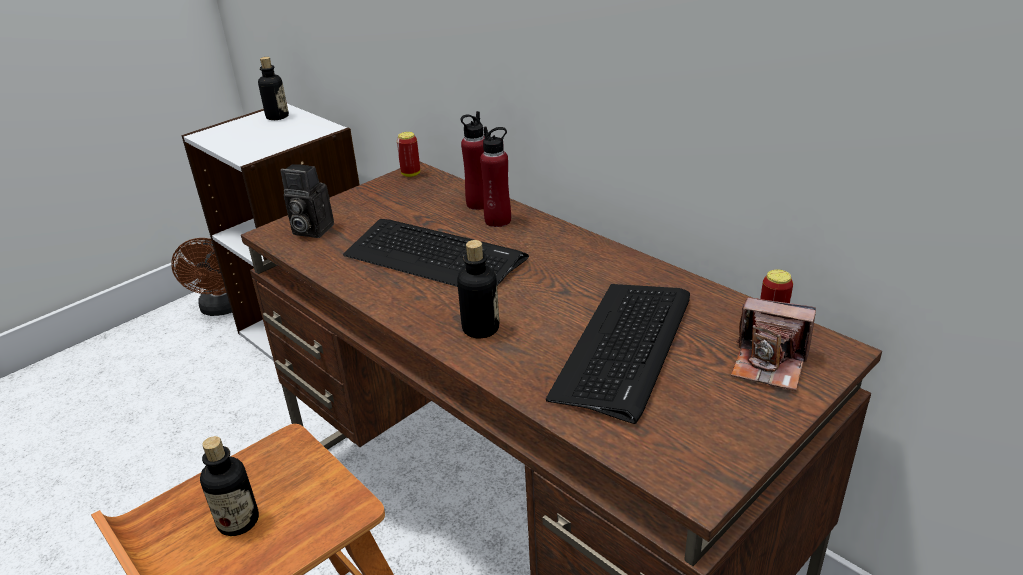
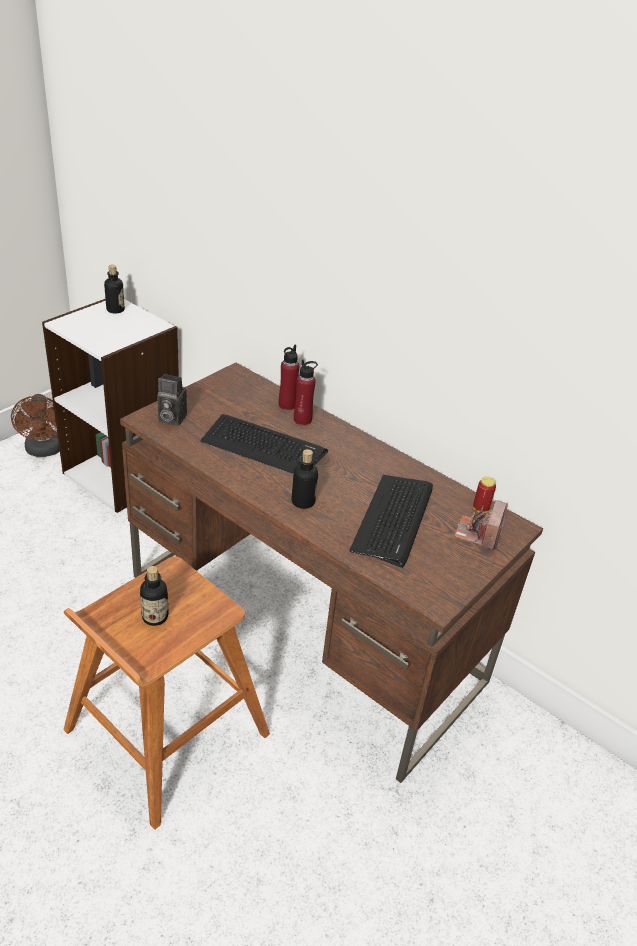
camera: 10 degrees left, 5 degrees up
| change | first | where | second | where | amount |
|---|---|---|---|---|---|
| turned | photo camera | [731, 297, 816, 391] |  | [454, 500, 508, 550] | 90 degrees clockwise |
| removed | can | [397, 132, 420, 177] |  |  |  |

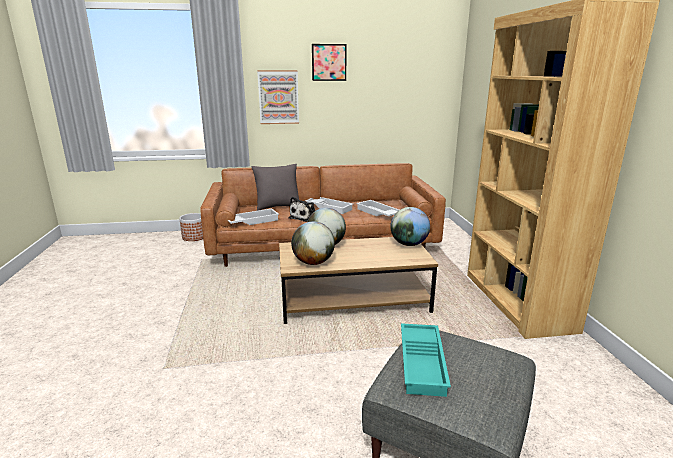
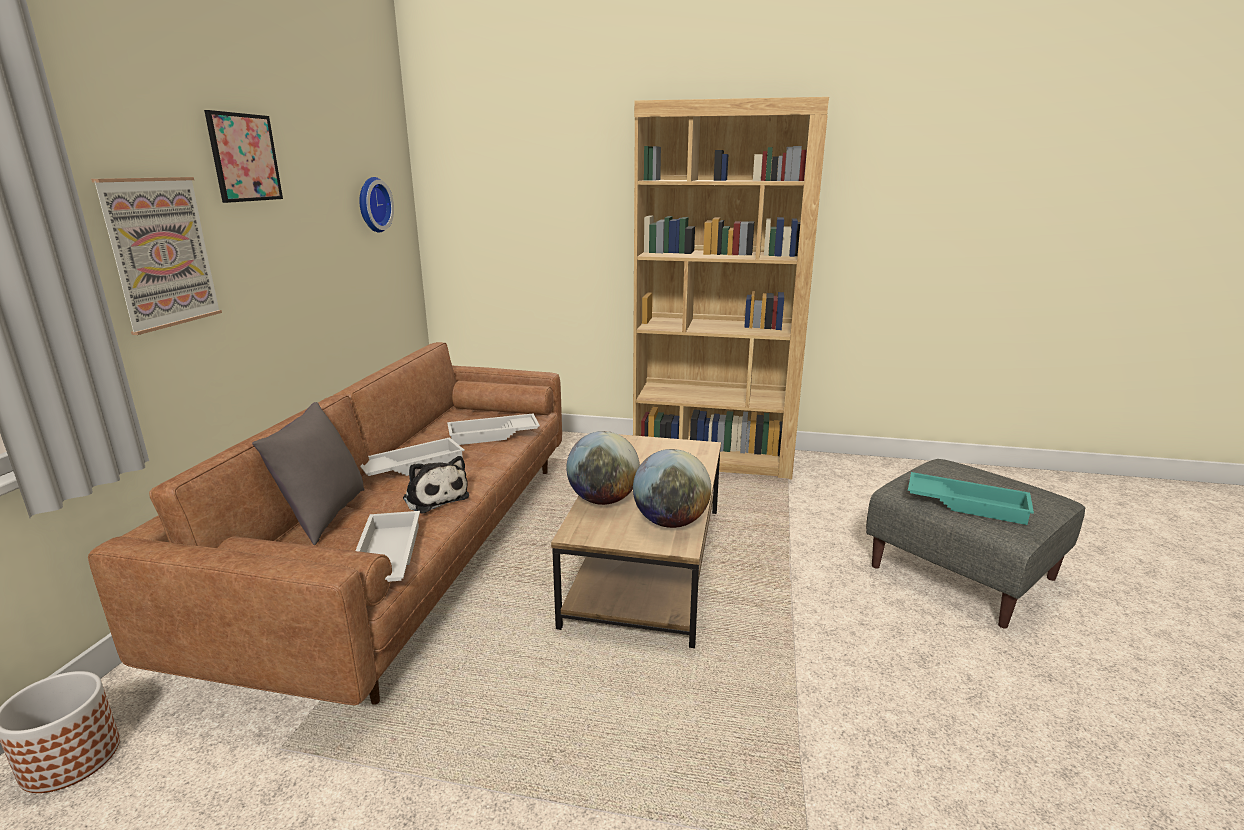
camera: 70 degrees left, 0 degrees up
| change | first | where | second | where | amount |
|---|---|---|---|---|---|
| added |  |  | wall clock | [359, 177, 394, 233] |  |
| removed | globe | [390, 207, 430, 246] |  |  |  |

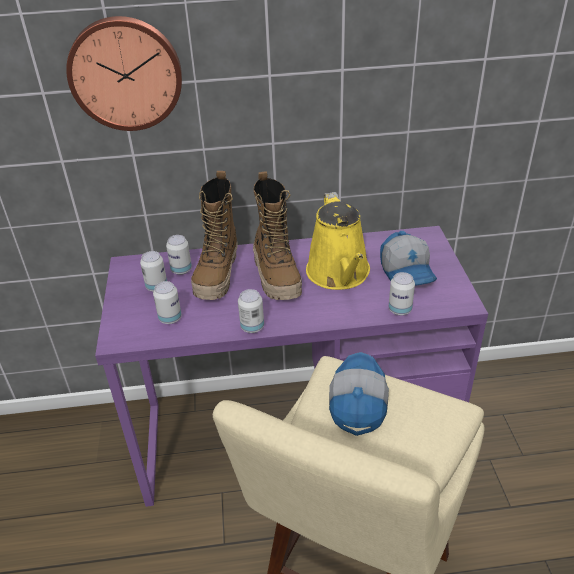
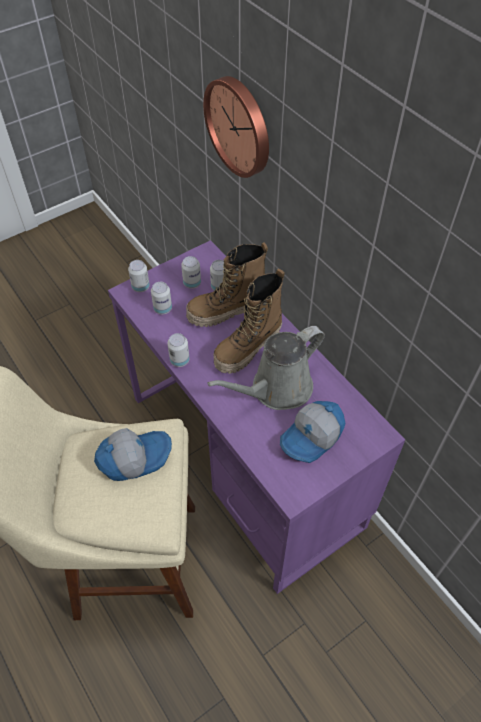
camera: 60 degrees right, 15 degrees up
| change | first | where | second | where | amount |
|---|---|---|---|---|---|
| moved | can | [389, 272, 415, 315] |  | [128, 260, 150, 292] |  |
| recoloured | watering can (yellow) | [306, 192, 370, 290] | watering can (grey) | [208, 326, 325, 410] |  |

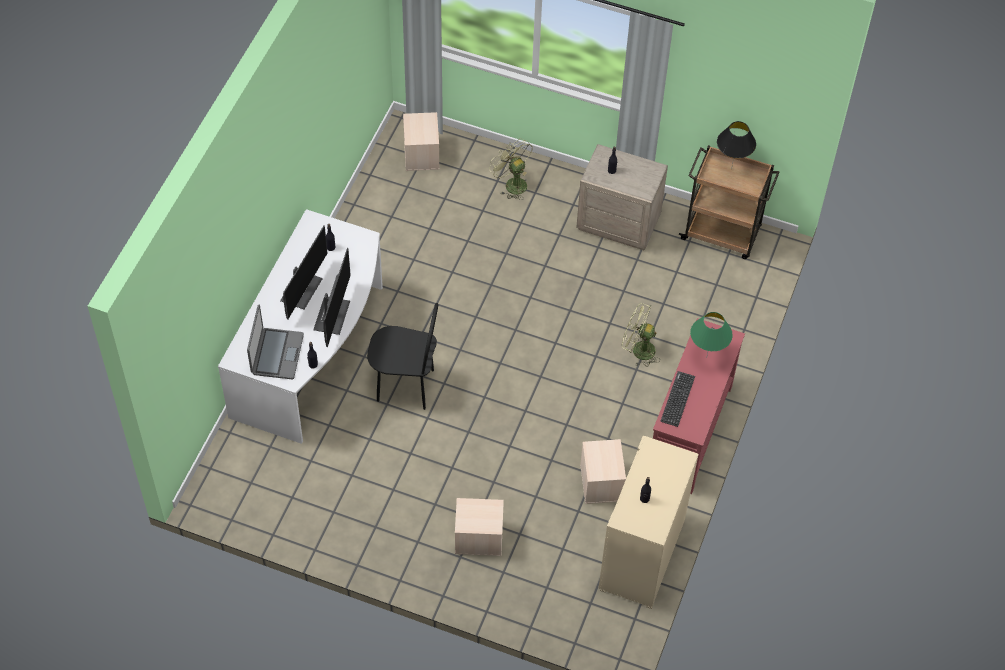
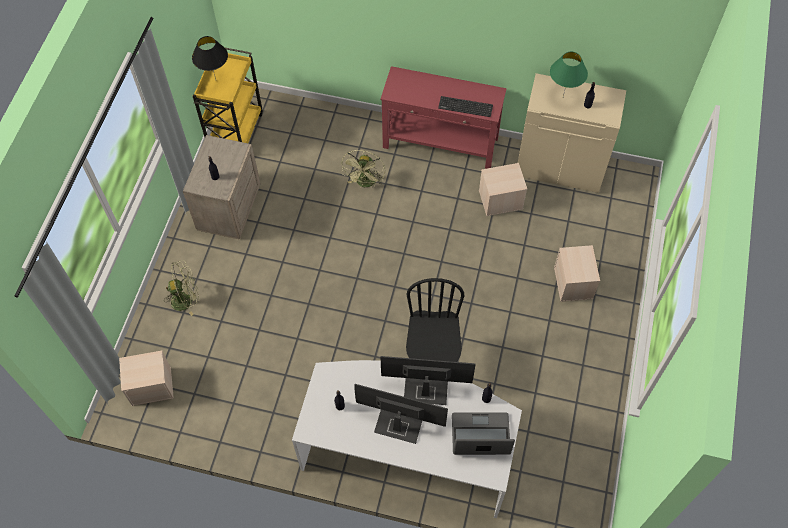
camera: 95 degrees left, 5 degrees up
| change | first | where | second | where | amount |
|---|---|---|---|---|---|
| turned | fan (green) | [489, 138, 533, 200] |  | [166, 260, 199, 316] | 150 degrees counterclockwise |
| recoloured | cart (brown) | [679, 145, 779, 259] | cart (yellow) | [193, 48, 263, 143] |  |
| moved | table lamp (green) | [690, 312, 733, 358] |  | [550, 52, 588, 97] |  |

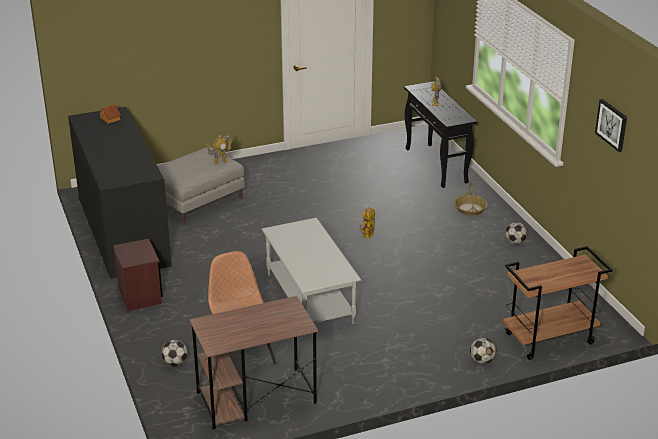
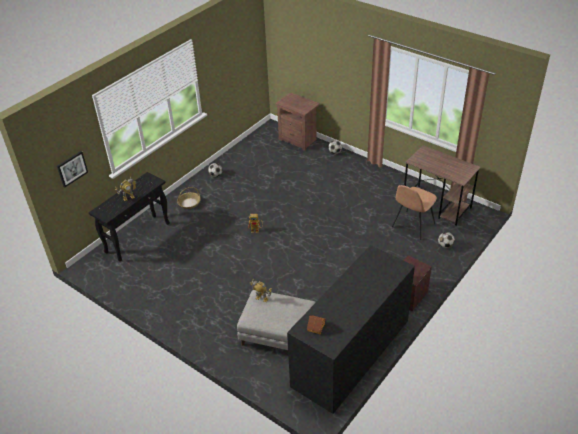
camera: 120 degrees left, 10 degrees up
| change | first | where | second | where | amount |
|---|---|---|---|---|---|
| moved | picture | [595, 99, 627, 152] |  | [57, 151, 88, 187] |  |
| replaced | cart (brown) | [503, 246, 613, 360] | nightstand (brown) | [275, 92, 320, 151] |  |
| removed | coffee table (grey) | [261, 218, 361, 324] |  |  |  |

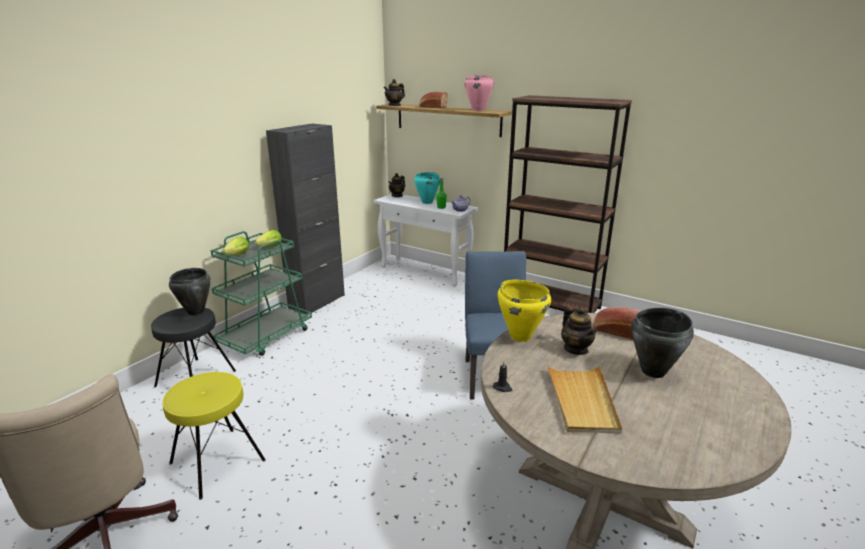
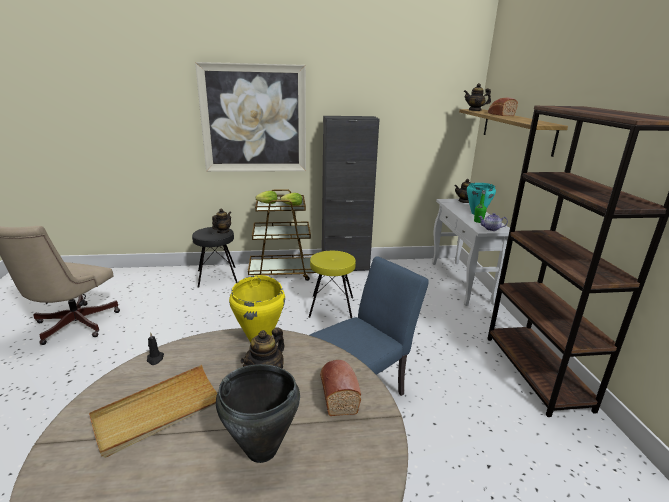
camera: 50 degrees right, 0 degrees up
| change | first | where | second | where | amount |
|---|---|---|---|---|---|
| added |  |  | picture | [195, 62, 306, 172] |  |
| replaced | cooking pot (black) | [169, 268, 211, 315] | teapot | [212, 208, 231, 233] |  |
| recoloured | cart (green) | [211, 231, 312, 356] | cart (brown) | [248, 189, 316, 281] |  |
| moved | stool (yellow) | [162, 372, 266, 500] |  | [309, 251, 356, 318] |  |
| removed | cooking pot (pink) | [465, 75, 494, 111] |  |  |  |

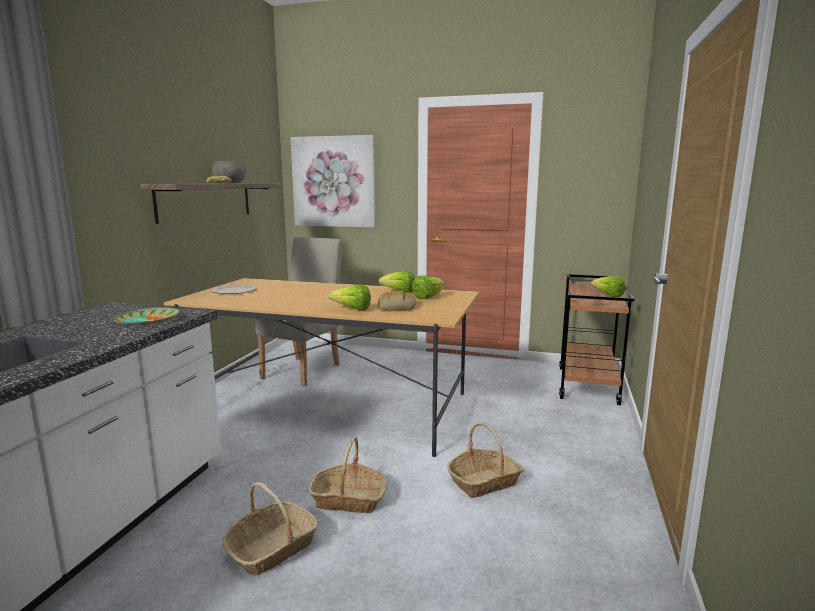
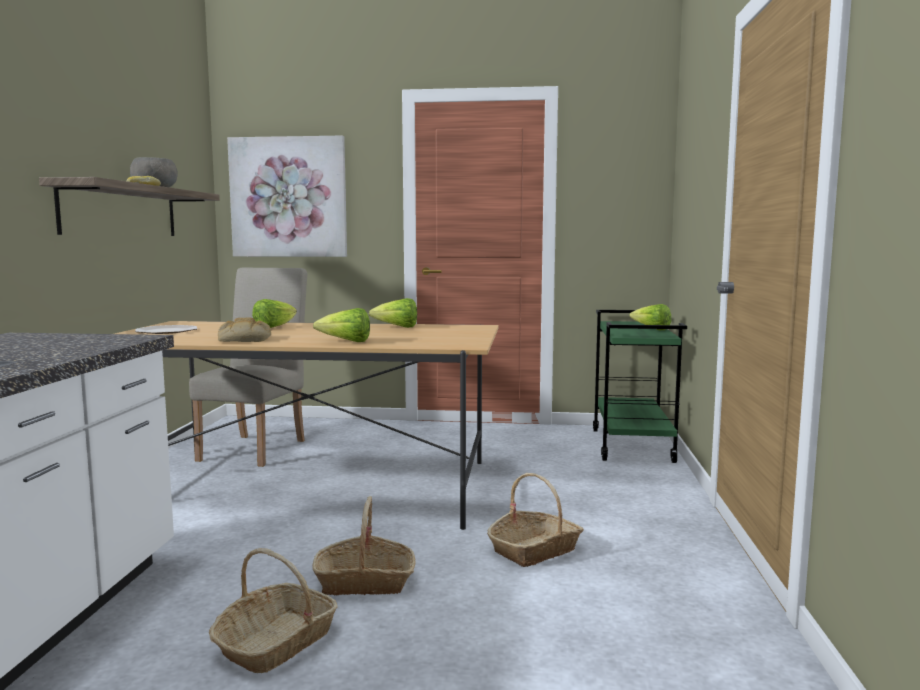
camera: 10 degrees left, 5 degrees down
| change | first | where | second | where | amount |
|---|---|---|---|---|---|
| moved | bread | [378, 290, 416, 310] |  | [218, 318, 271, 342] |  |
| moved | lettuce | [412, 275, 445, 299] |  | [252, 299, 297, 328] |  |
| recoloured | cart (brown) | [559, 274, 634, 405] | cart (green) | [593, 310, 687, 463] |  |
| removed | plate | [113, 307, 179, 326] |  |  |  |

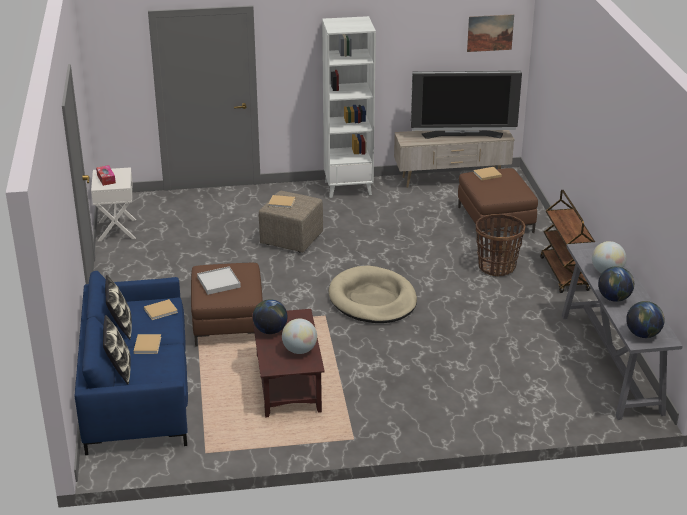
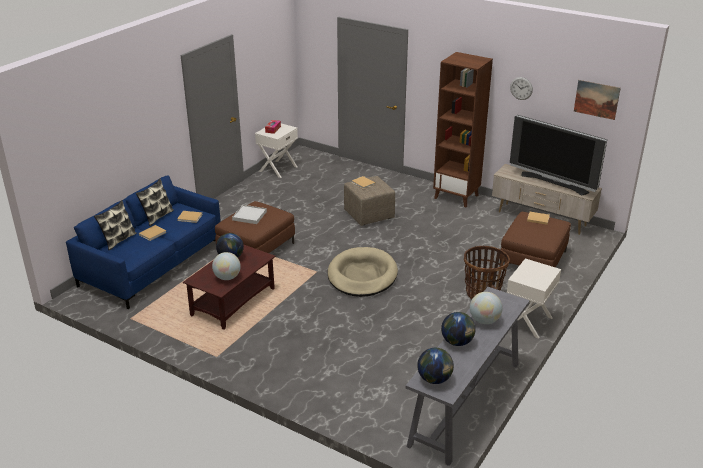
camera: 40 degrees right, 0 degrees up
| change | first | where | second | where | amount |
|---|---|---|---|---|---|
| recoloured | bookcase (white) | [322, 16, 376, 198] | bookcase (brown) | [433, 52, 493, 207] |  |
| replaced | cart (brown) | [540, 190, 595, 293] | nightstand (white) | [507, 258, 561, 339] |  |
| added |  |  | wall clock | [510, 77, 533, 100] |  |

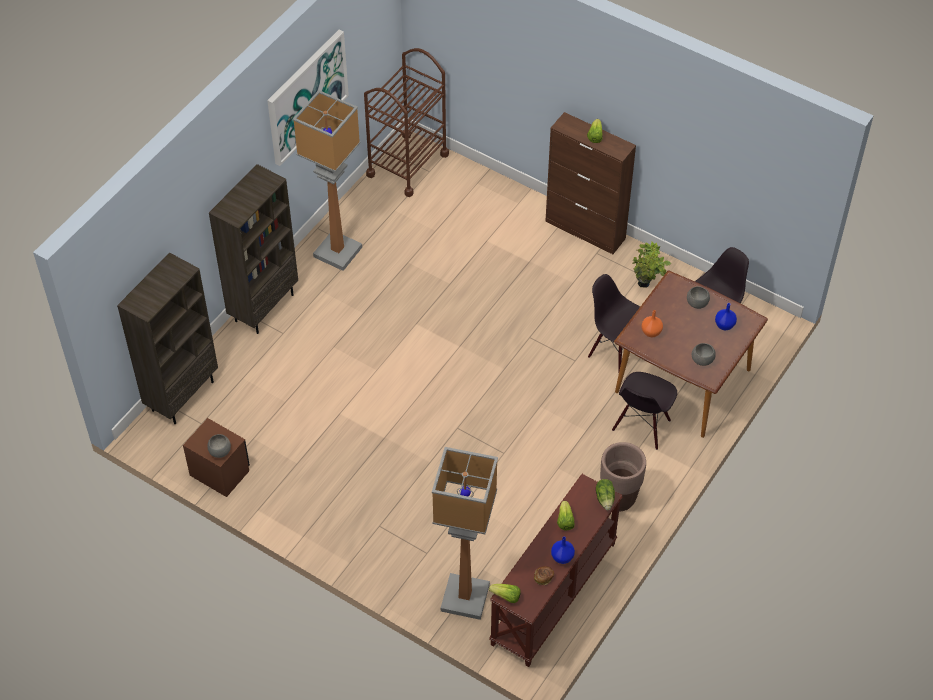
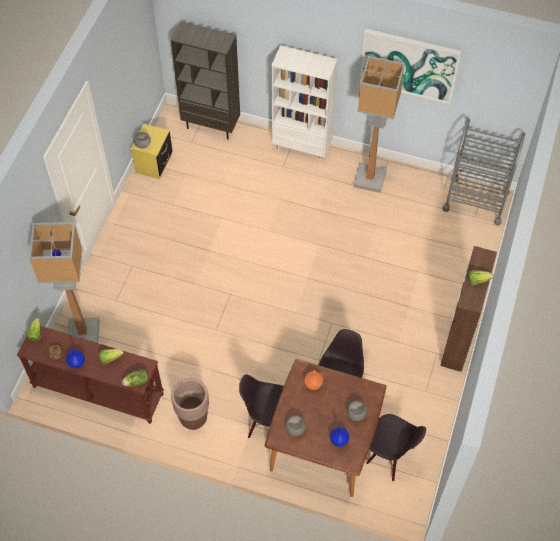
camera: 75 degrees right, 5 degrees up
| change | first | where | second | where | amount |
|---|---|---|---|---|---|
| recoloured | nightstand (brown) | [183, 418, 250, 497] | nightstand (yellow) | [131, 124, 172, 179] |  |
| recoloured | bookcase (brown) | [209, 164, 298, 334] | bookcase (white) | [271, 45, 338, 163] |  |
| recoloured | cart (brown) | [364, 48, 449, 197] | cart (grey) | [442, 119, 525, 225] |  |
| removed | potted plant | [632, 242, 671, 288] |  |  |  |

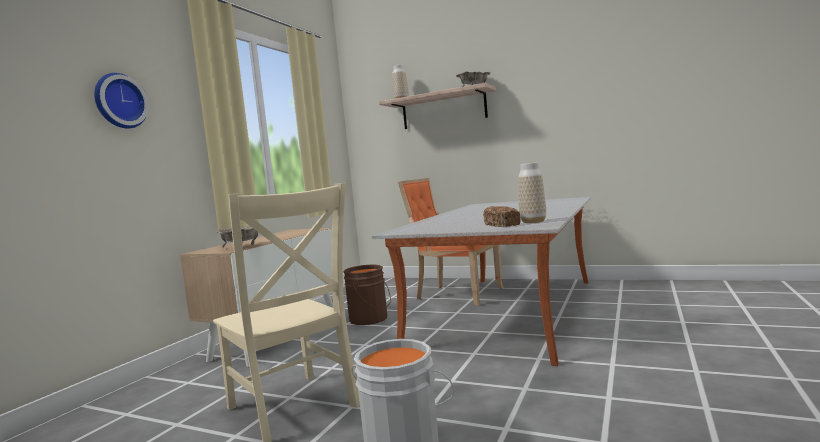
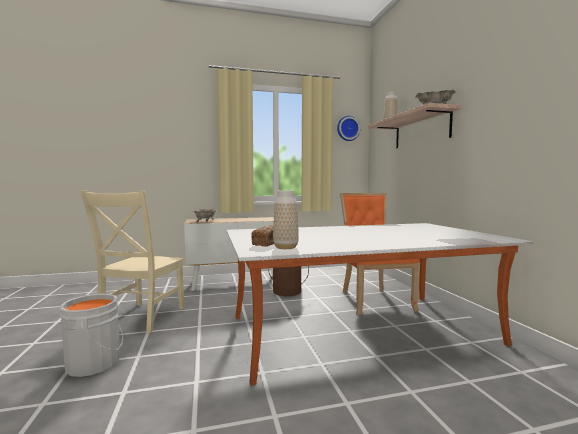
camera: 50 degrees right, 0 degrees up
| change | first | where | second | where | amount |
|---|---|---|---|---|---|
| moved | wall clock | [94, 73, 149, 128] |  | [337, 116, 360, 141] |  |

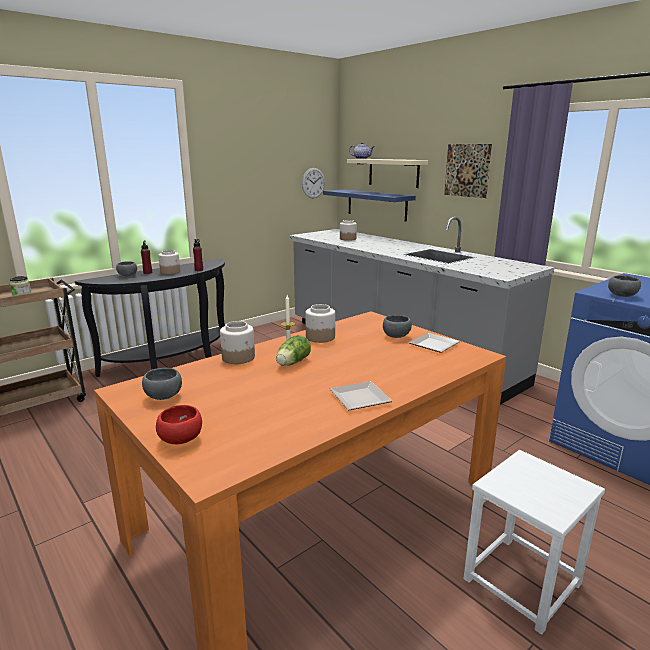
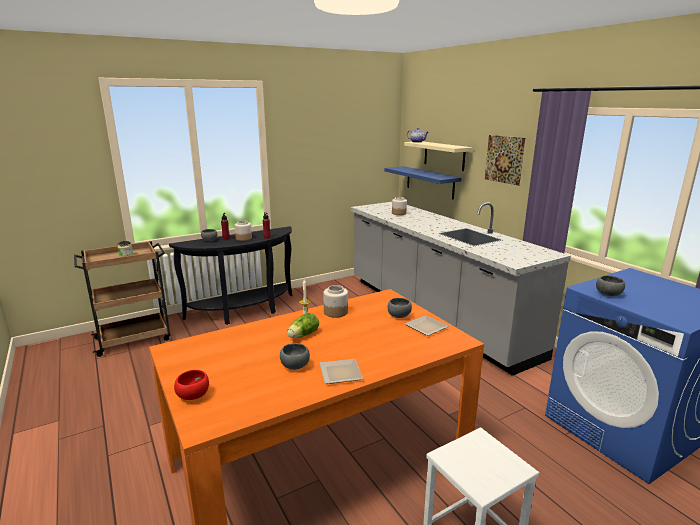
camera: 10 degrees right, 0 degrees up
| change | first | where | second | where | amount |
|---|---|---|---|---|---|
| moved | bowl (grey) | [142, 368, 182, 400] |  | [280, 343, 310, 370] |  |
| removed | jar | [220, 321, 255, 364] |  |  |  |
| removed | wall clock | [302, 168, 325, 198] |  |  |  |

